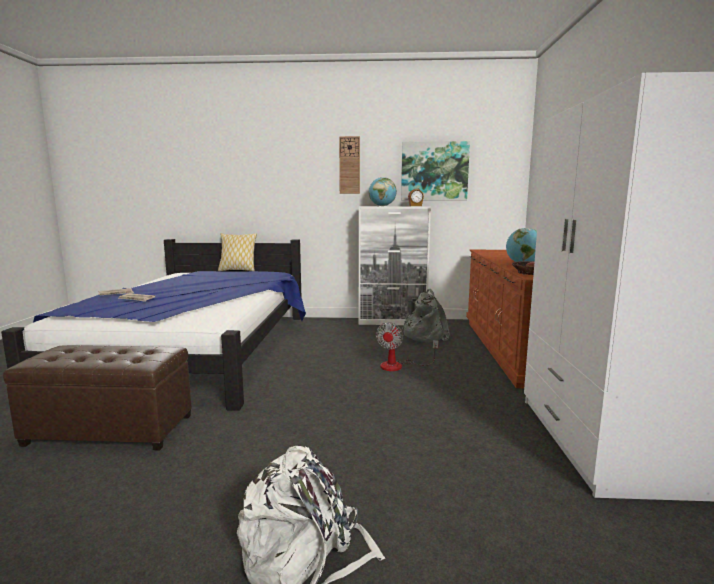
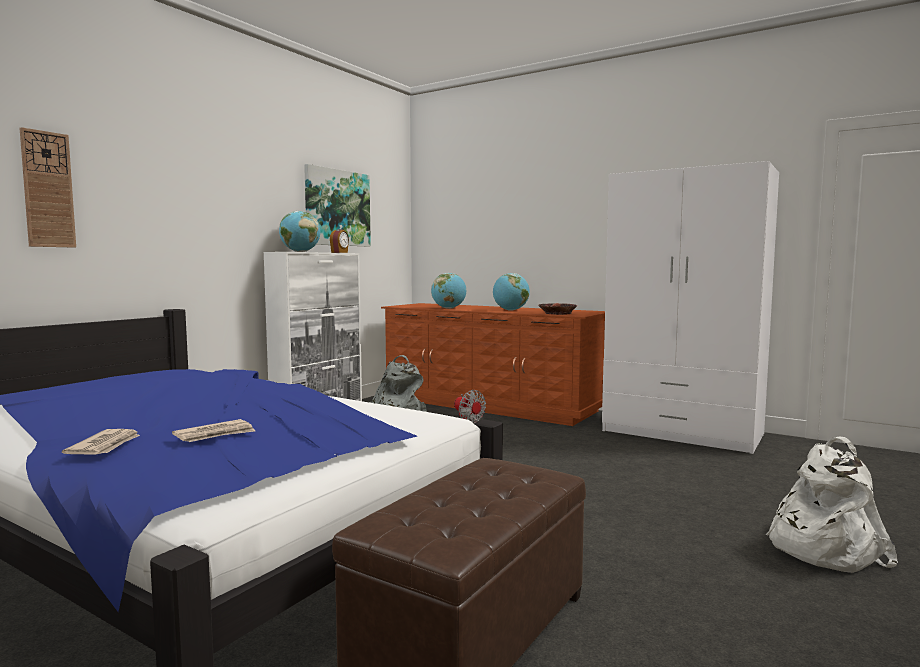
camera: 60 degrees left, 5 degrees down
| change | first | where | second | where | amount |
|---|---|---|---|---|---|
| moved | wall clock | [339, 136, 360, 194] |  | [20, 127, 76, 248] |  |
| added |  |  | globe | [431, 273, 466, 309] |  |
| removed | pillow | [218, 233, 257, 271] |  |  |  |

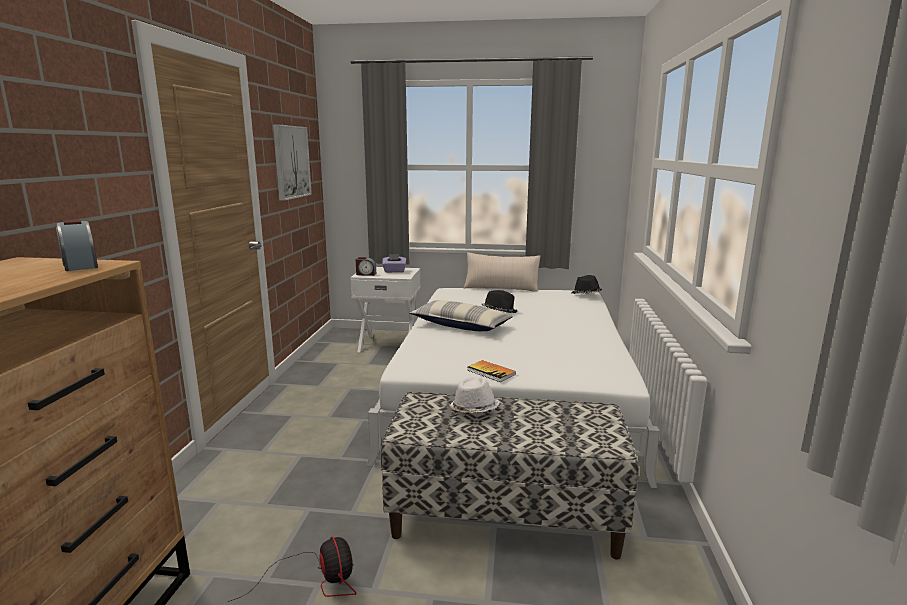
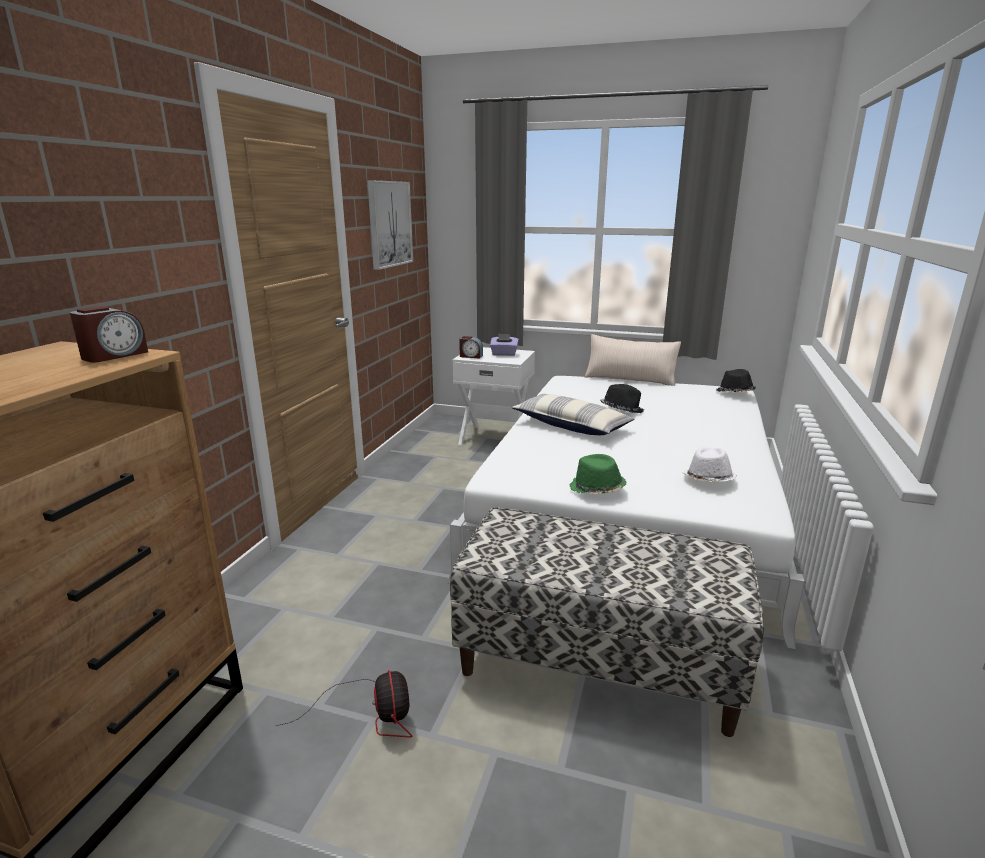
camera: 10 degrees right, 5 degrees up
| change | first | where | second | where | amount |
|---|---|---|---|---|---|
| turned | alarm clock | [56, 219, 98, 271] |  | [70, 306, 148, 363] | 120 degrees counterclockwise |
| replaced | book | [467, 360, 516, 382] | hat (green) | [569, 454, 626, 494] |  |
| moved | hat (white) | [448, 377, 500, 413] |  | [682, 447, 737, 482] |  |

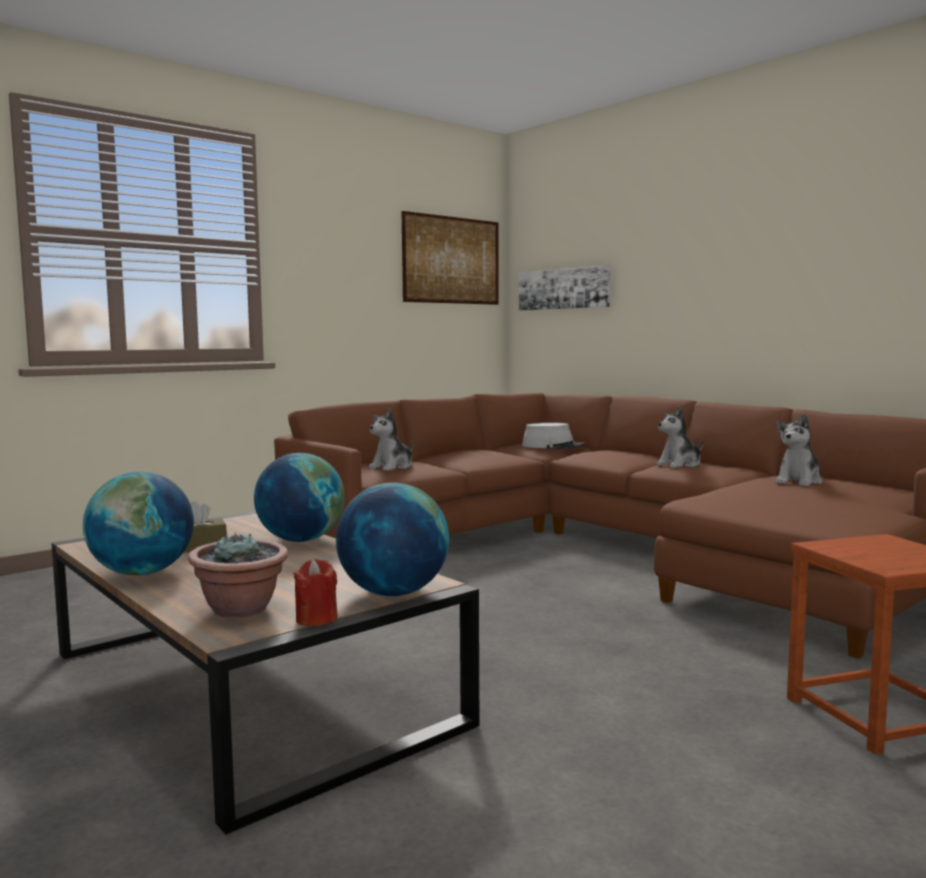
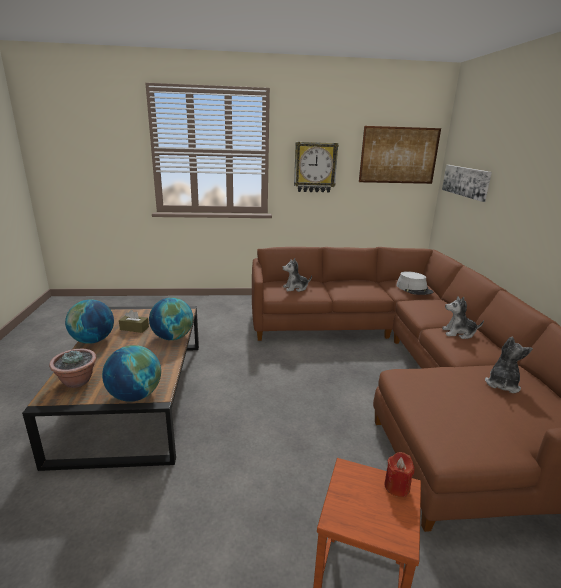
camera: 35 degrees right, 15 degrees up
| change | first | where | second | where | amount |
|---|---|---|---|---|---|
| added |  |  | wall clock | [294, 142, 339, 193] |  |
| moved | candle (red) | [293, 559, 338, 626] |  | [384, 452, 415, 497] |  |
| turned | plush toy | [776, 414, 823, 486] |  | [485, 336, 533, 393] | 135 degrees clockwise |

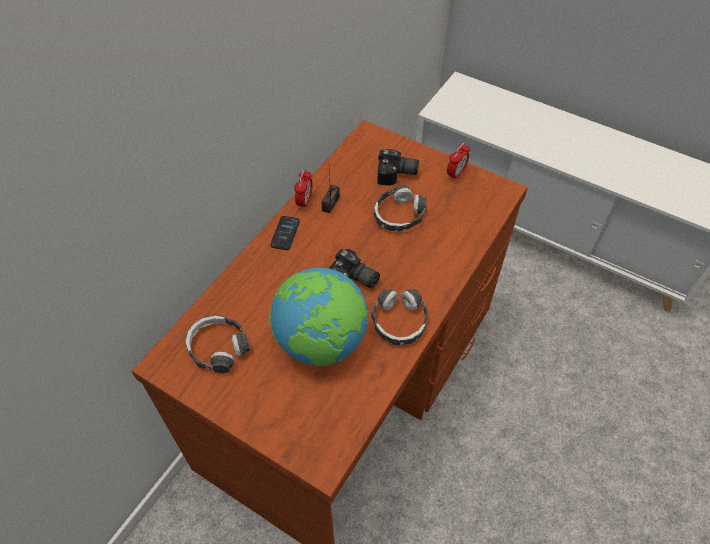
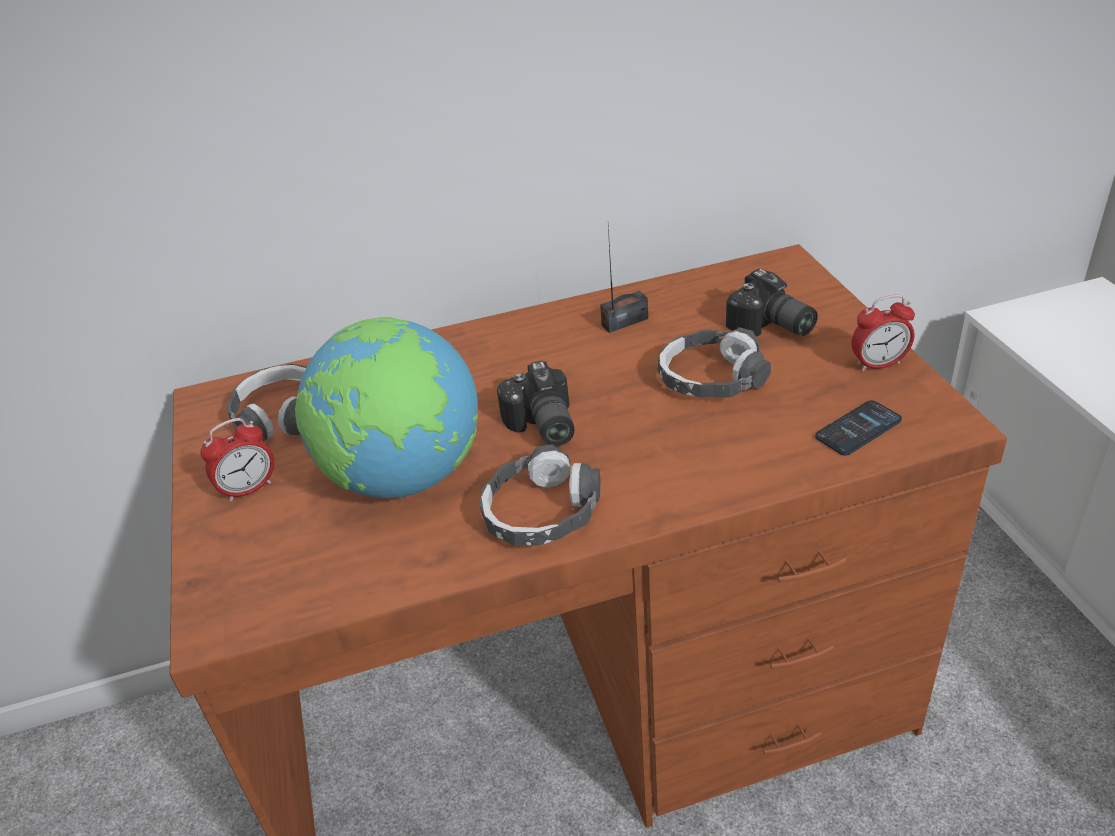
camera: 45 degrees right, 15 degrees down
| change | first | where | second | where | amount |
|---|---|---|---|---|---|
| moved | alarm clock | [294, 169, 312, 210] |  | [200, 418, 274, 502] |  |
| moved | phone | [270, 216, 300, 250] |  | [815, 400, 902, 456] |  |

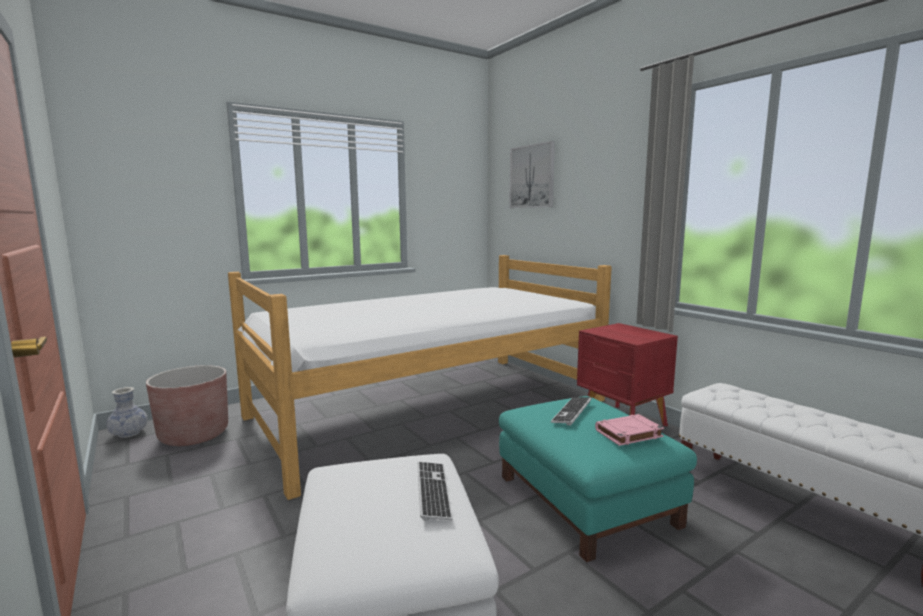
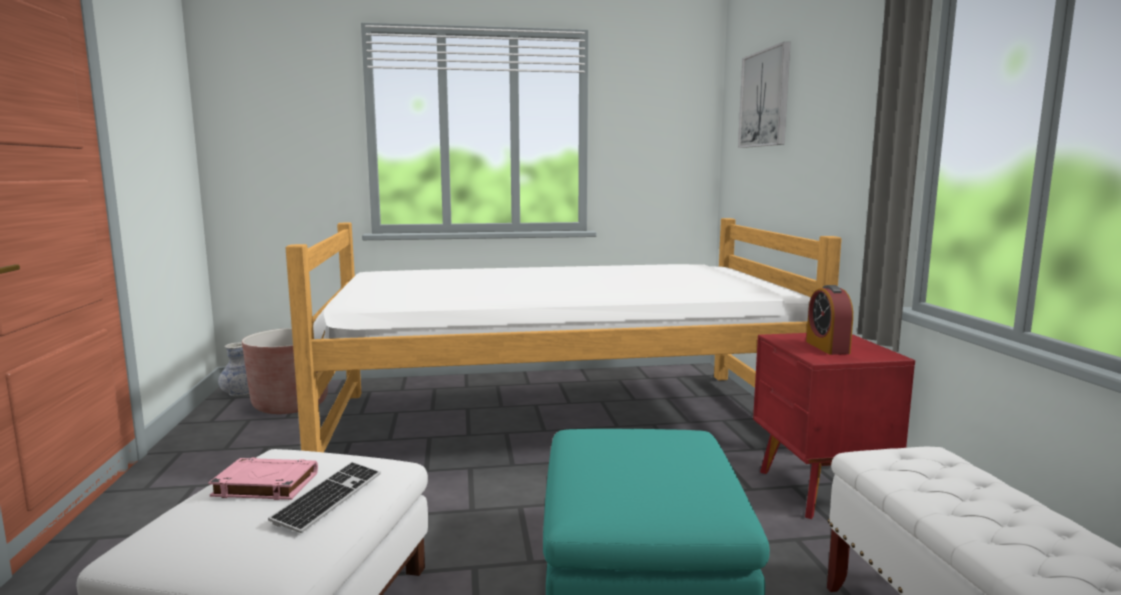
camera: 25 degrees right, 0 degrees up
| change | first | where | second | where | amount |
|---|---|---|---|---|---|
| moved | book (pink) | [595, 414, 664, 446] |  | [208, 458, 318, 500] |  |
| added |  |  | alarm clock | [806, 285, 853, 355] |  |
| removed | keyboard | [551, 397, 592, 425] |  |  |  |

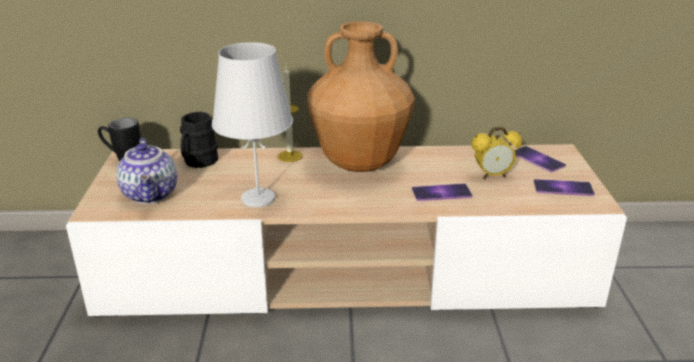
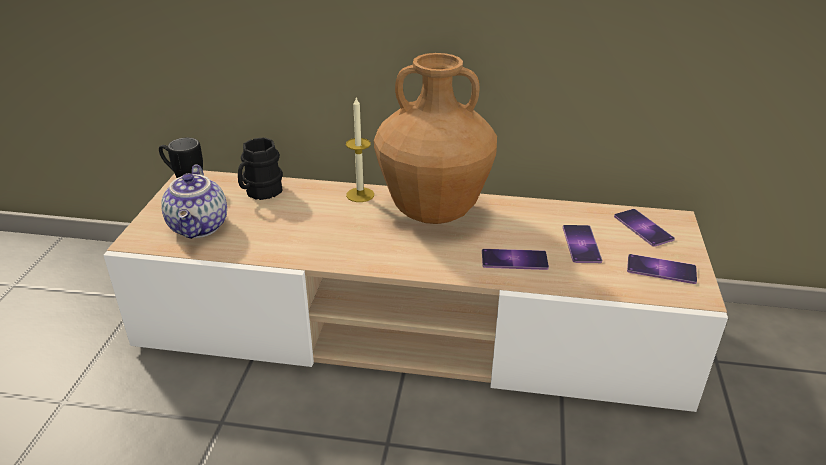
camera: 10 degrees right, 5 degrees up
| change | first | where | second | where | amount |
|---|---|---|---|---|---|
| replaced | alarm clock | [471, 127, 522, 179] | phone | [563, 225, 602, 263] |  |
| removed | table lamp (white) | [212, 42, 293, 207] |  |  |  |

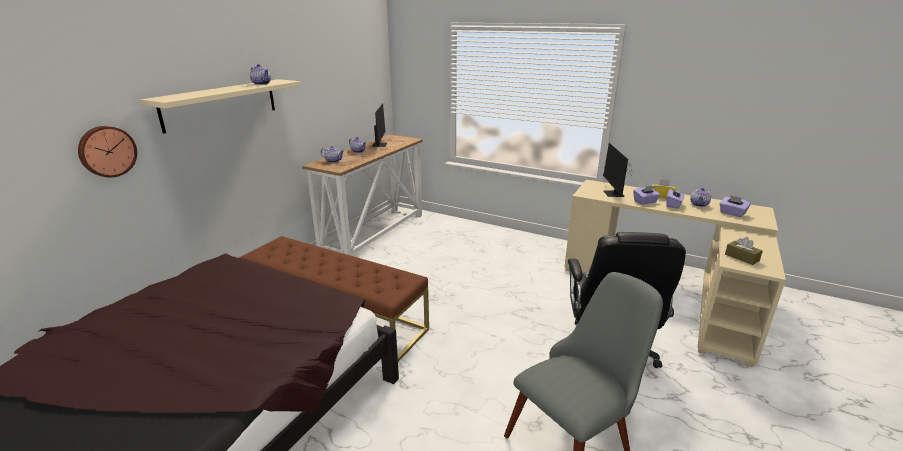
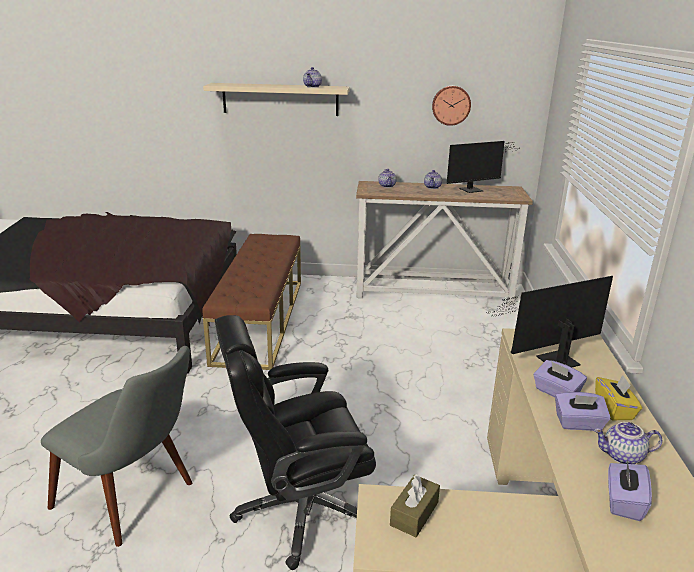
camera: 65 degrees right, 0 degrees up
| change | first | where | second | where | amount |
|---|---|---|---|---|---|
| moved | wall clock | [78, 126, 137, 178] |  | [432, 86, 471, 126] |  |

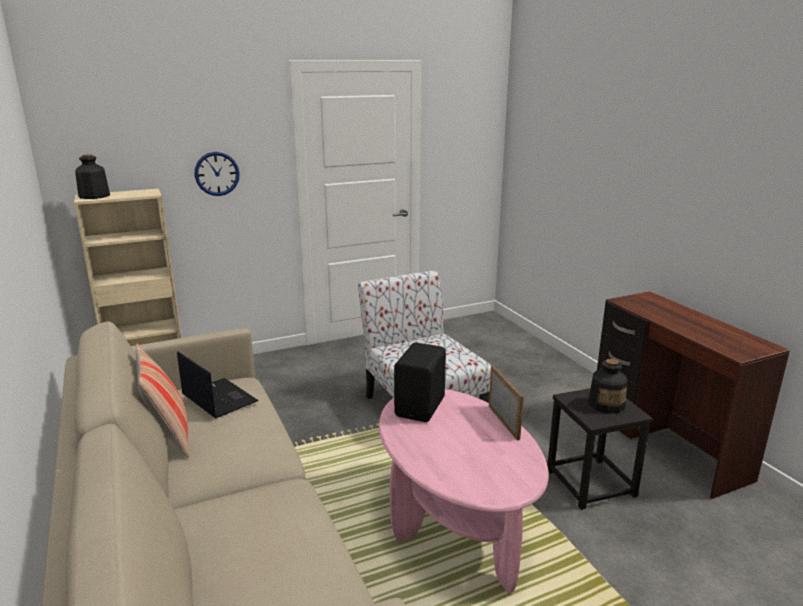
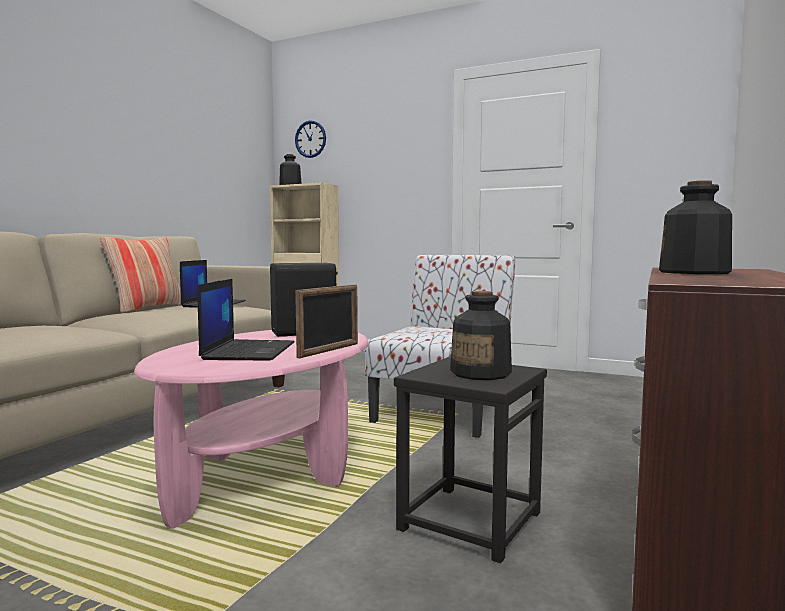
camera: 50 degrees right, 15 degrees down
| change | first | where | second | where | amount |
|---|---|---|---|---|---|
| added |  |  | laptop | [197, 279, 294, 361] |  |
| moved | wall clock | [194, 152, 240, 196] |  | [295, 120, 326, 158] |  |
| added |  |  | bottle | [659, 180, 732, 274] |  |

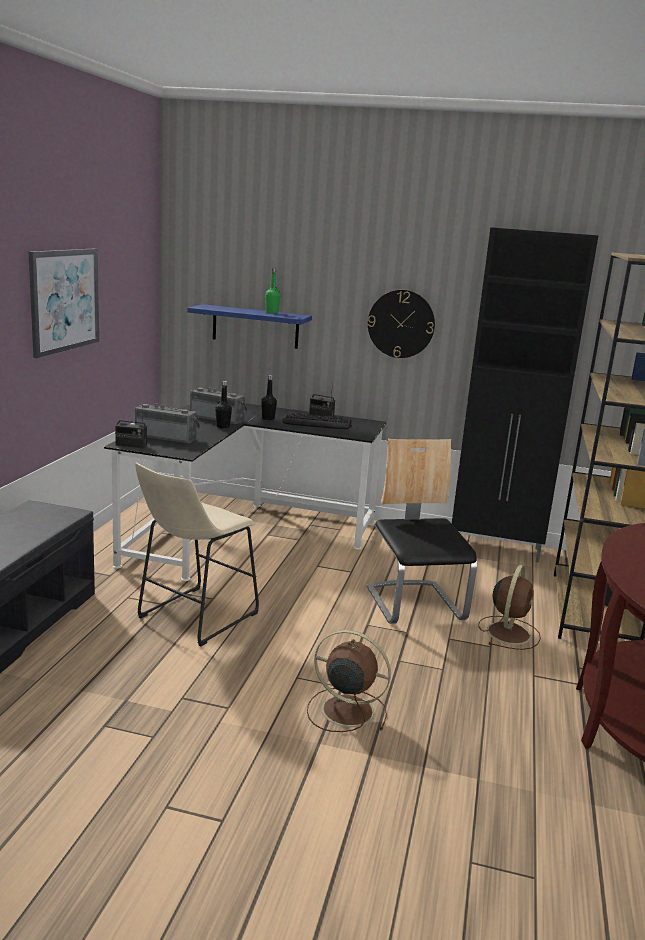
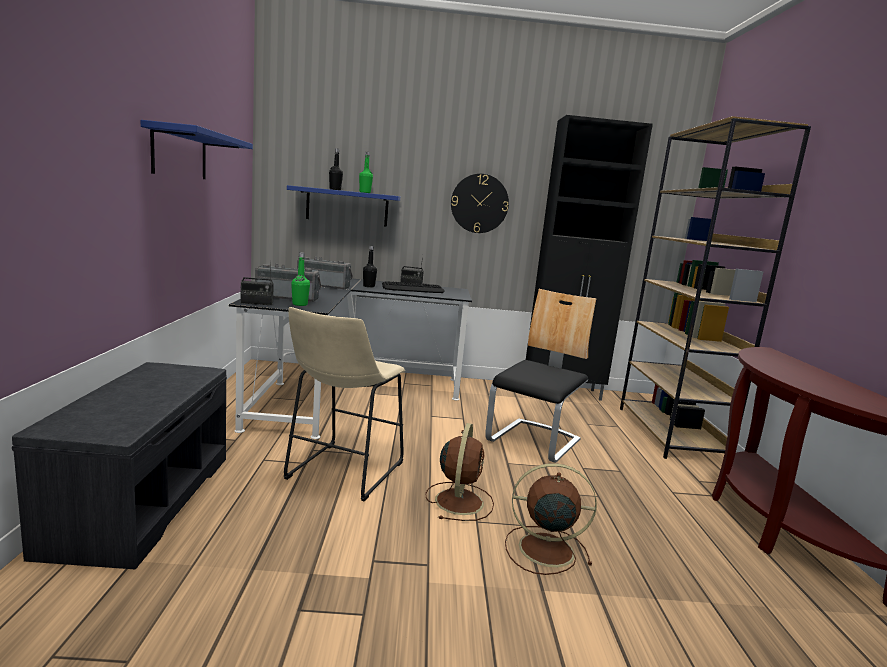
camera: 15 degrees left, 5 degrees down
| change | first | where | second | where | amount |
|---|---|---|---|---|---|
| replaced | picture | [29, 249, 99, 358] | shelf (blue) | [141, 120, 253, 179] |  |
| added |  |  | bottle (green) | [291, 252, 310, 306] |  |
| moved | bottle (black) | [215, 381, 232, 429] |  | [329, 148, 343, 190] |  |
| moved | fan (brown) | [478, 565, 541, 650] |  | [425, 423, 494, 521] |  |
| turned | chair | [367, 439, 477, 624] |  | [485, 289, 596, 463] | 60 degrees clockwise |

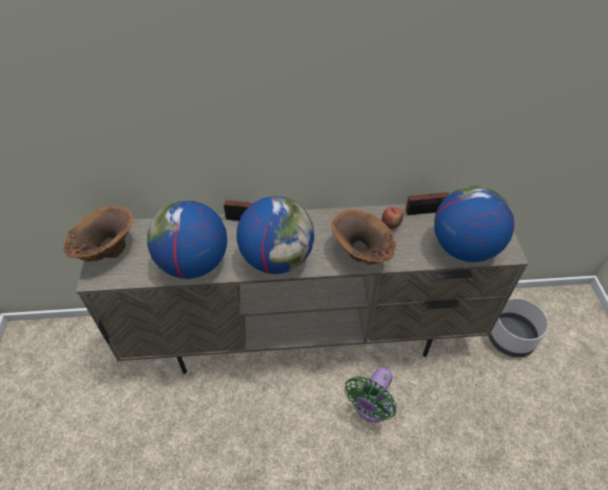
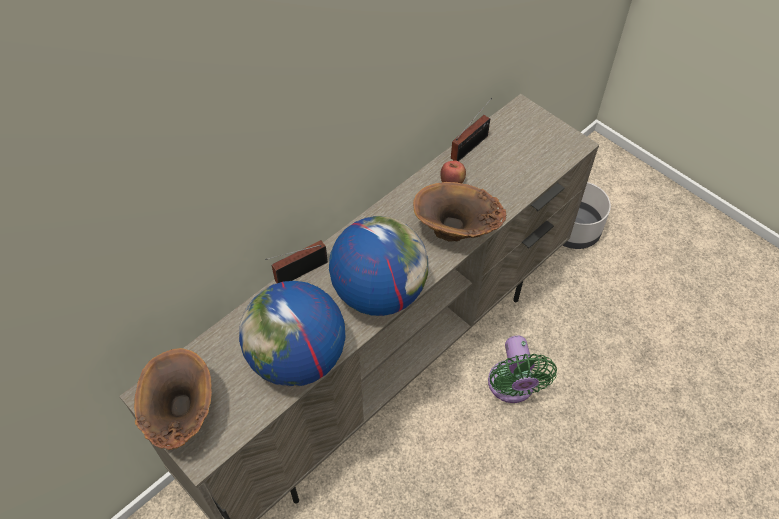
camera: 40 degrees left, 5 degrees up
| change | first | where | second | where | amount |
|---|---|---|---|---|---|
| removed | globe | [434, 186, 515, 262] |  |  |  |

